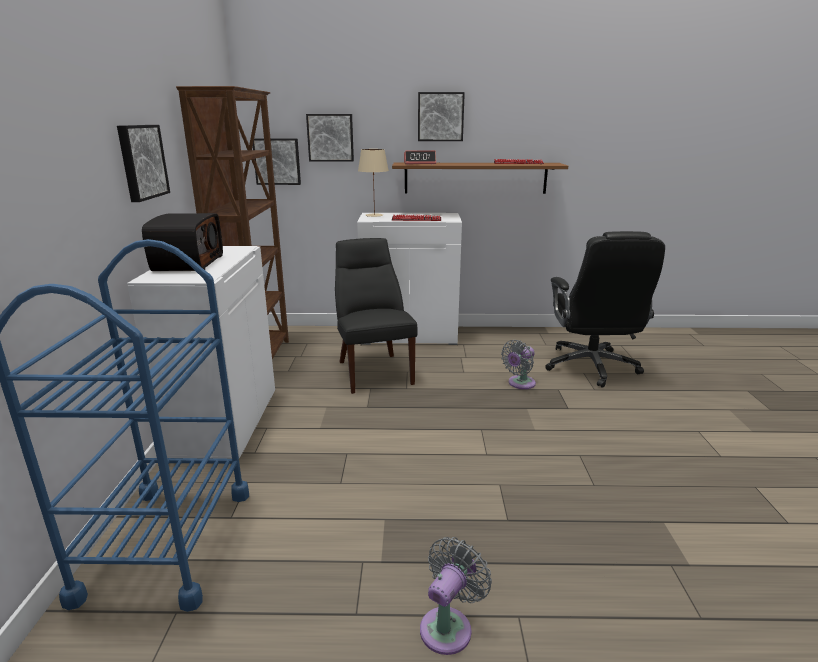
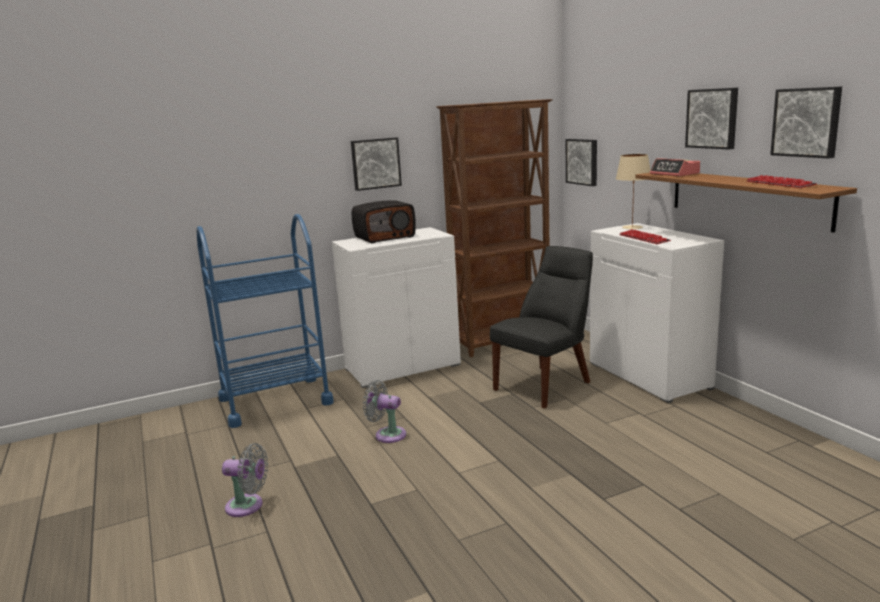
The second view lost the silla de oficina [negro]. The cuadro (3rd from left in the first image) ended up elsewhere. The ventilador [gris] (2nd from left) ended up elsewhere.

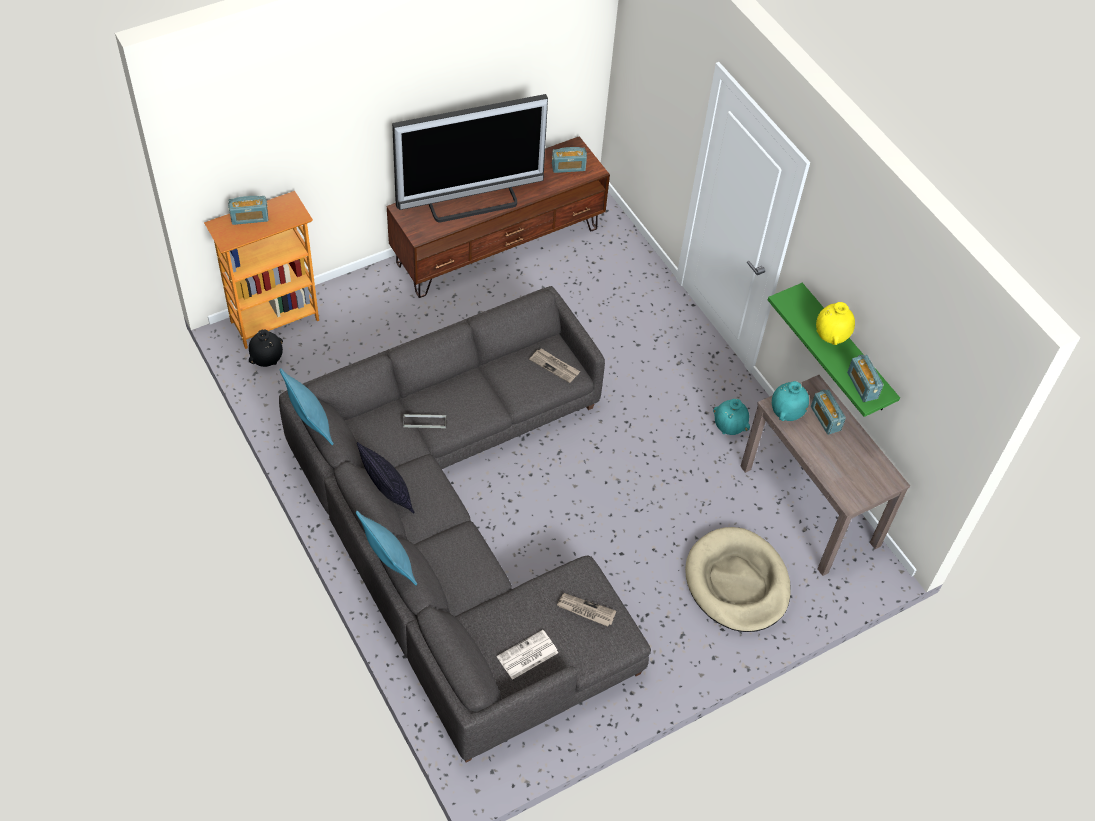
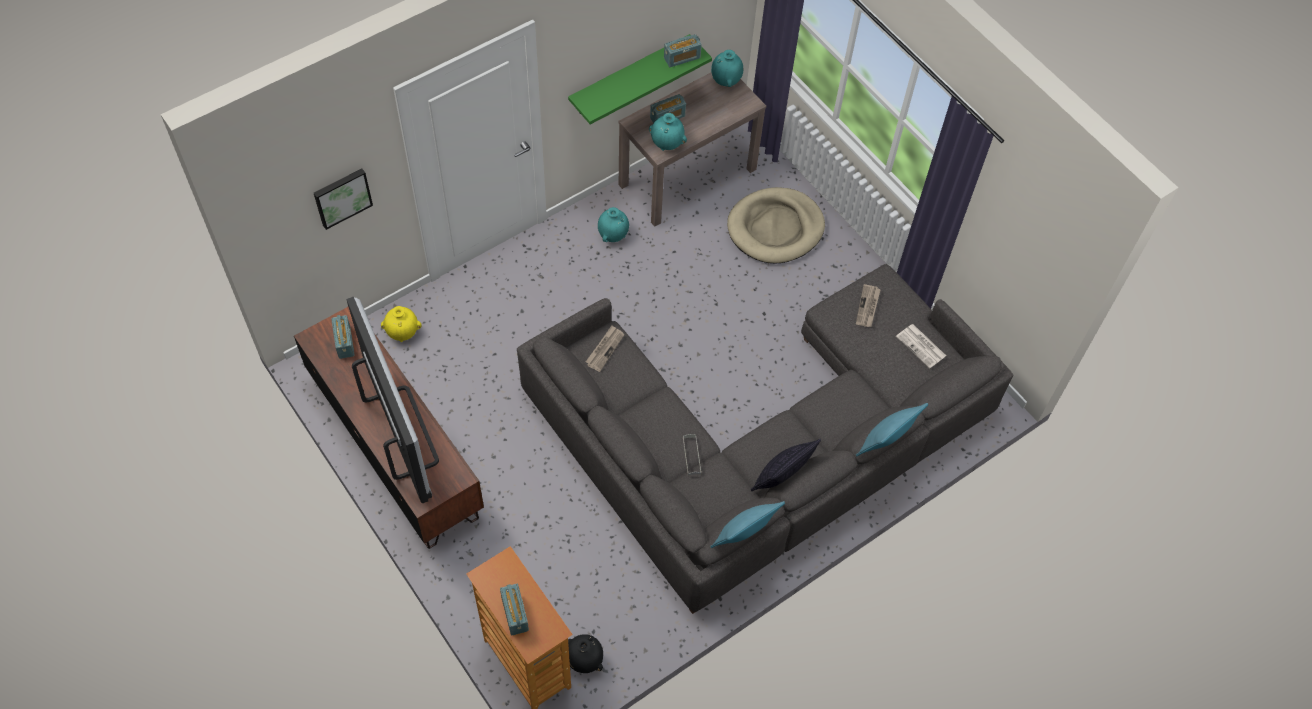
The second view gained the cuadro. The second view gained the florero [turquesa] (3rd from left). The florero [amarillo] ended up elsewhere.

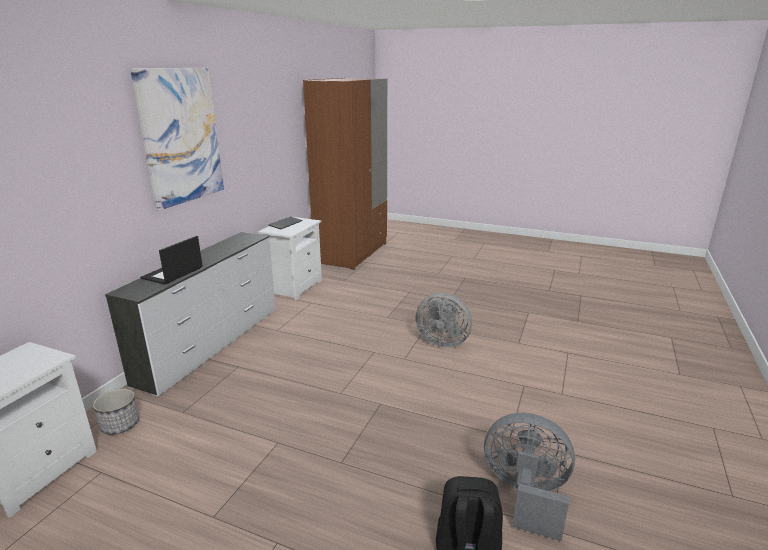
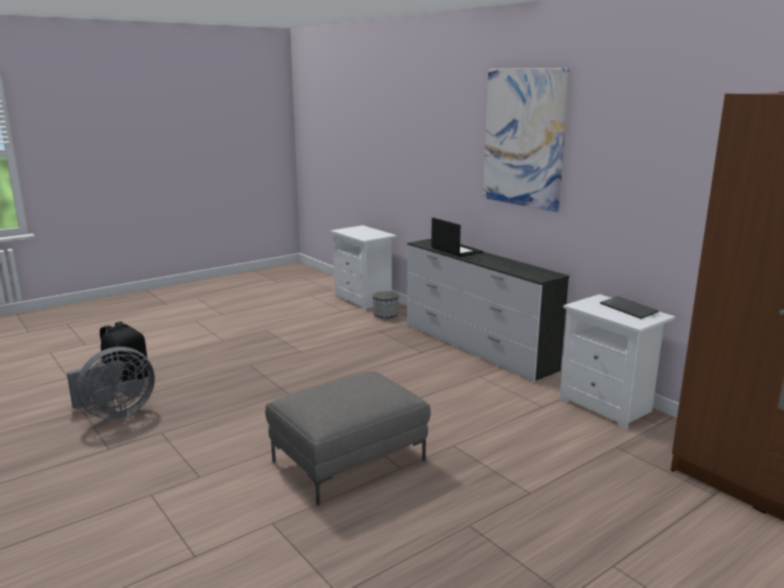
Where the ventilador [gris] (1st from left) stood, the puf [gris] came to stand.

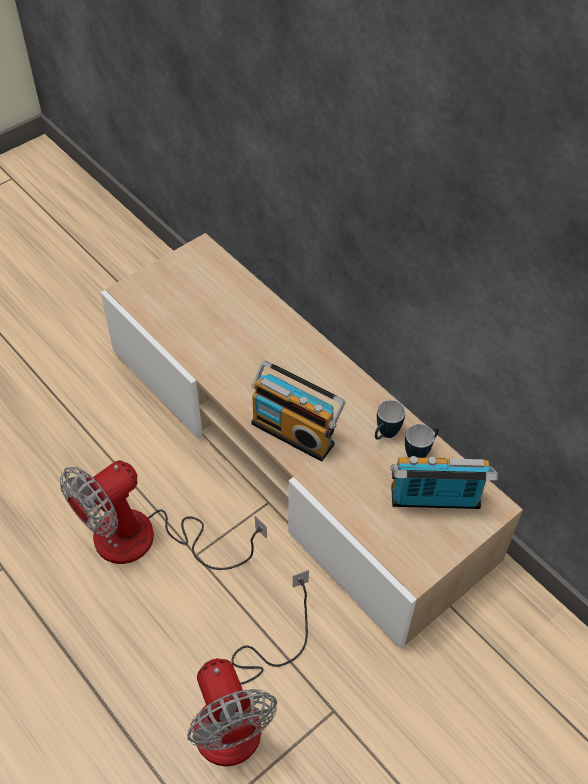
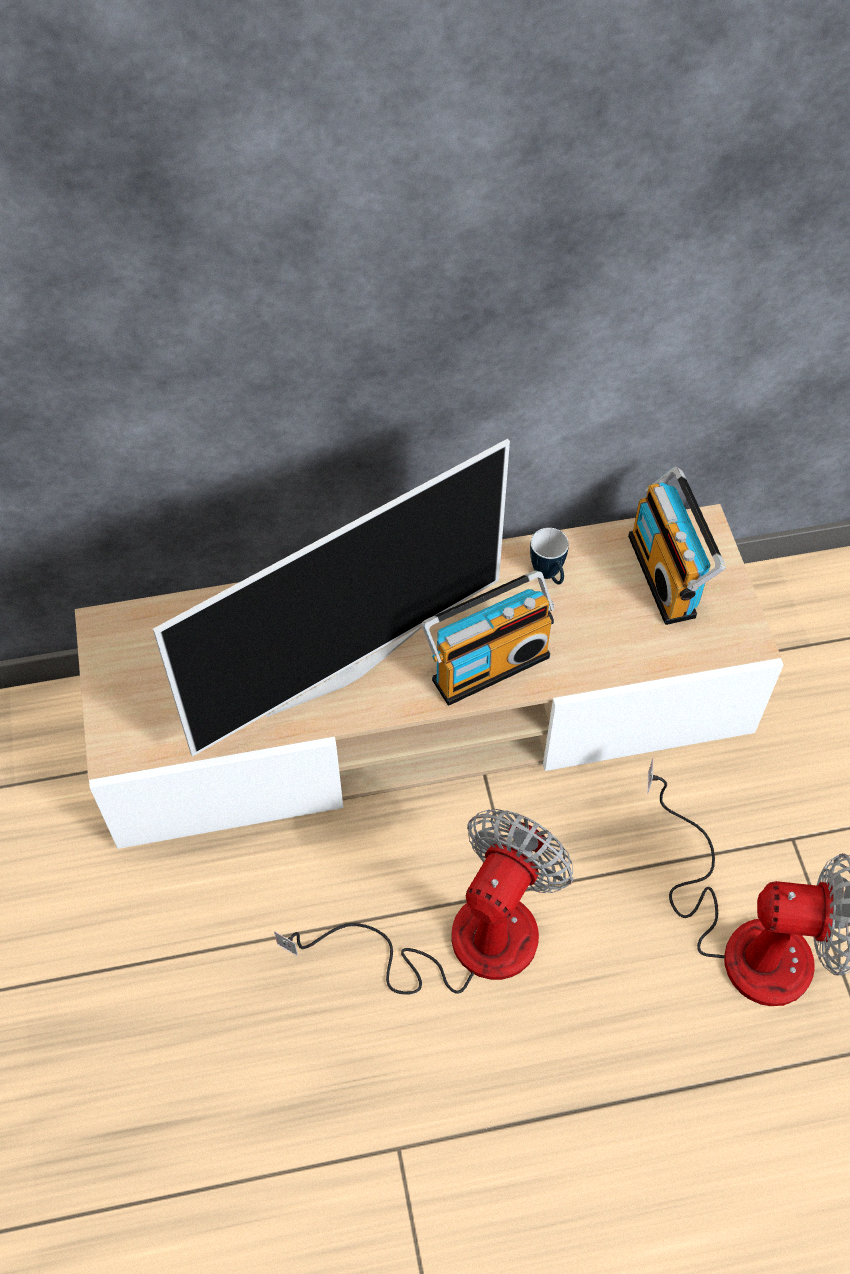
The second view lost the taza grande (2nd from left). The second view gained the televisor. The ventilador (1st from left) ended up facing another way, 135 degrees counterclockwise from before. The radio (2nd from left) ended up facing another way, 45 degrees counterclockwise from before.

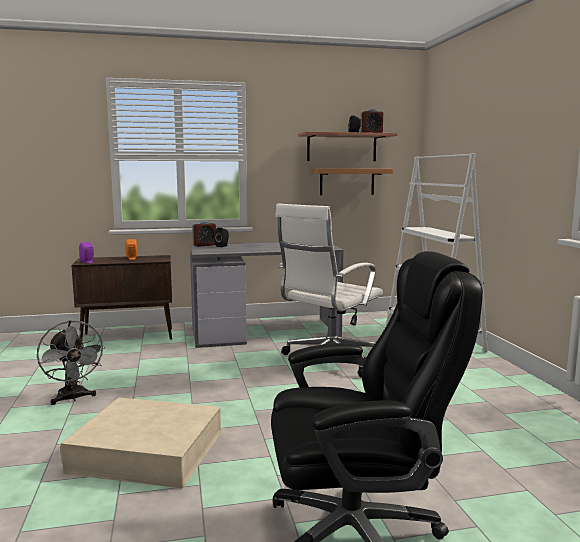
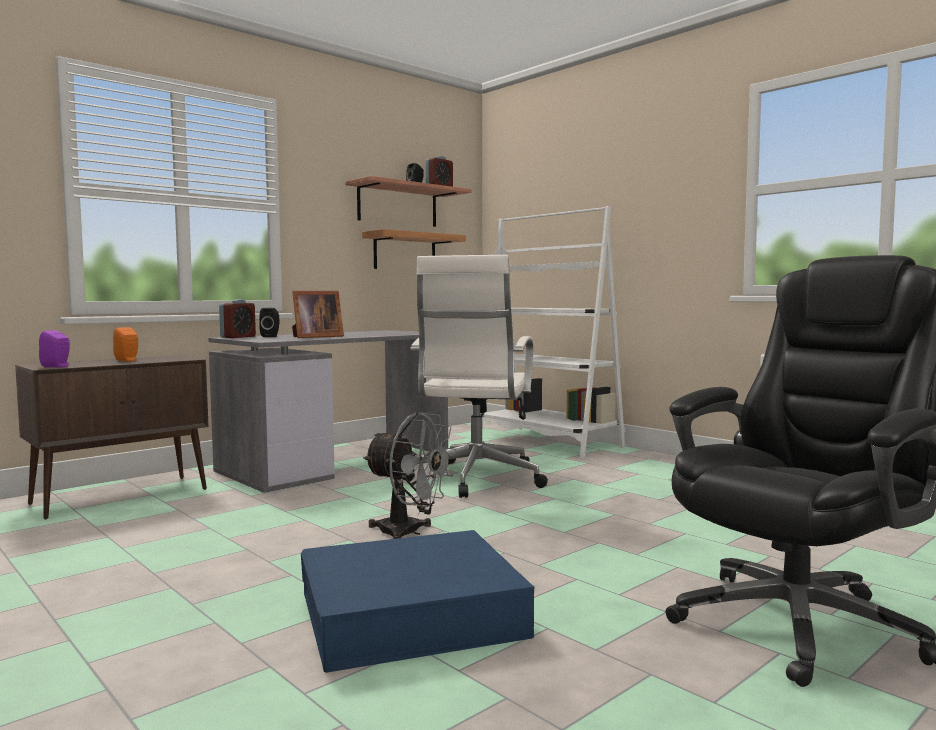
The second view gained the portarretratos. The ventilador [gris] ended up elsewhere. What was the caja de almacenaje [beis] turned into the caja de almacenaje [azul].

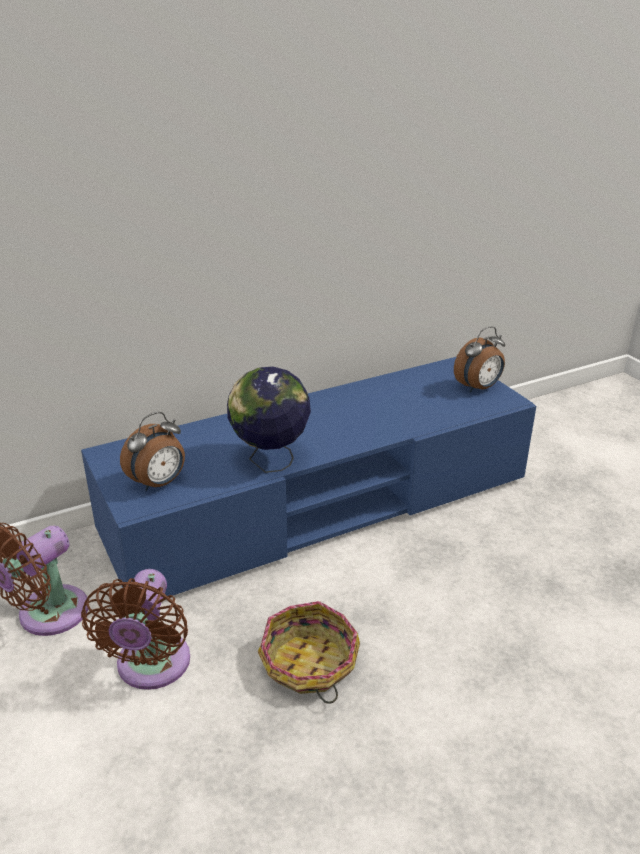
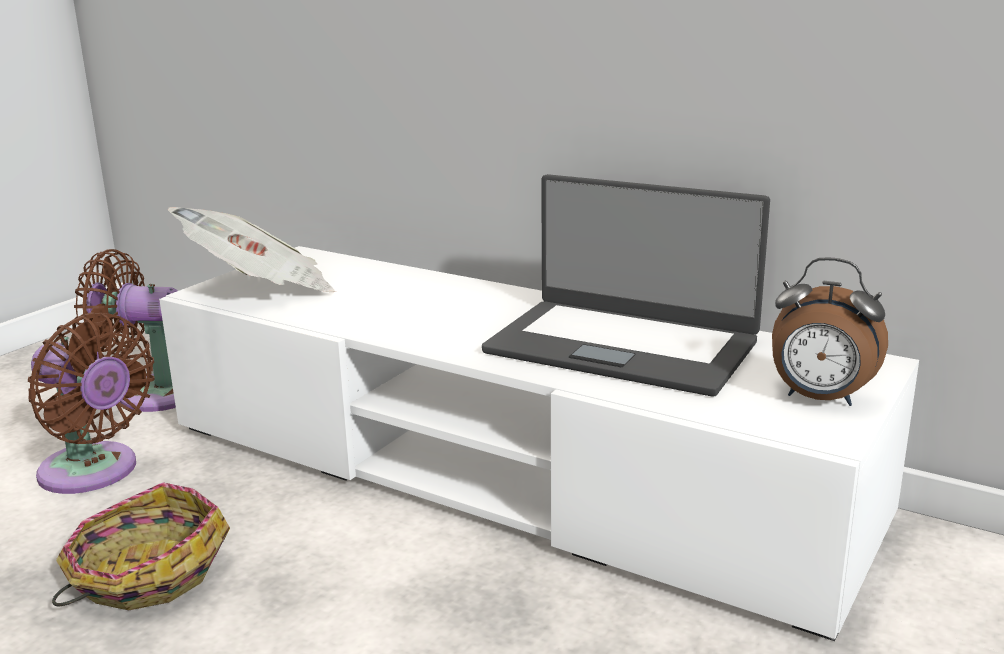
The second view lost the globo terráqueo. The second view gained the portátil. Where the despertador (1st from left) stood, the periódico came to stand. What was the mueble de televisión [azul] turned into the mueble de televisión [blanco]. The ventilador [marrón] (2nd from left in the first image) ended up facing another way, 120 degrees counterclockwise from before.

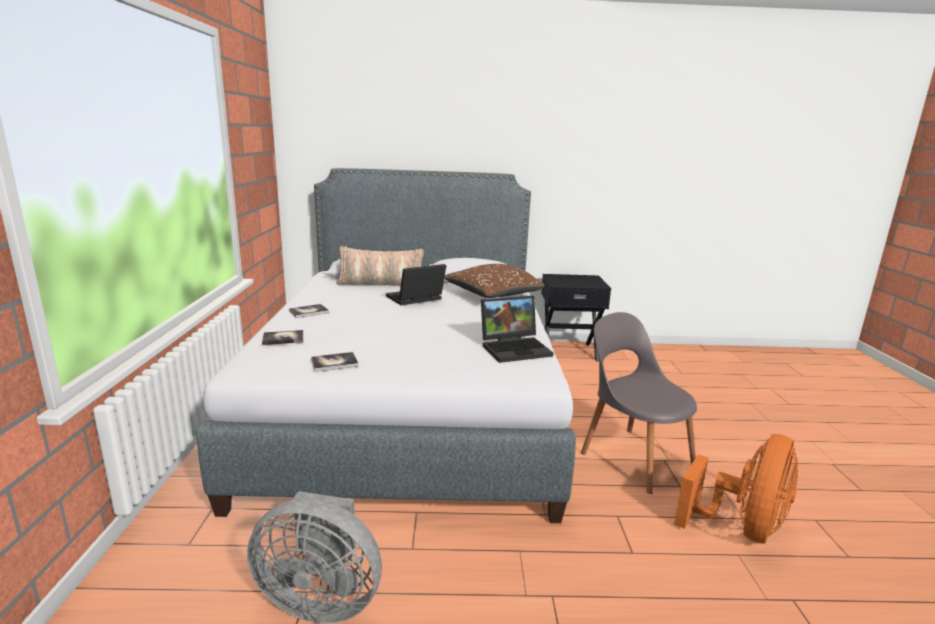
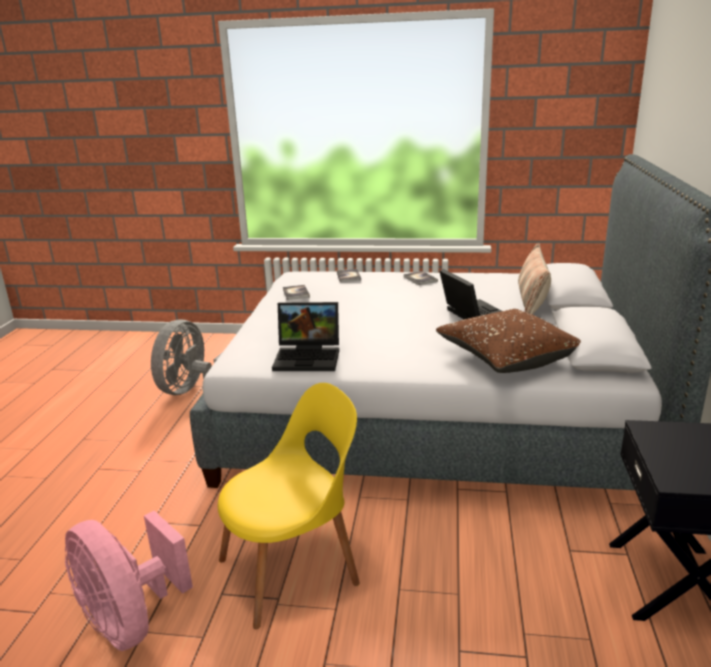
What was the silla [gris] turned into the silla [amarillo]. What was the ventilador [naranja] turned into the ventilador [rosa]. The portátil (2nd from left in the first image) ended up facing another way, 75 degrees counterclockwise from before.

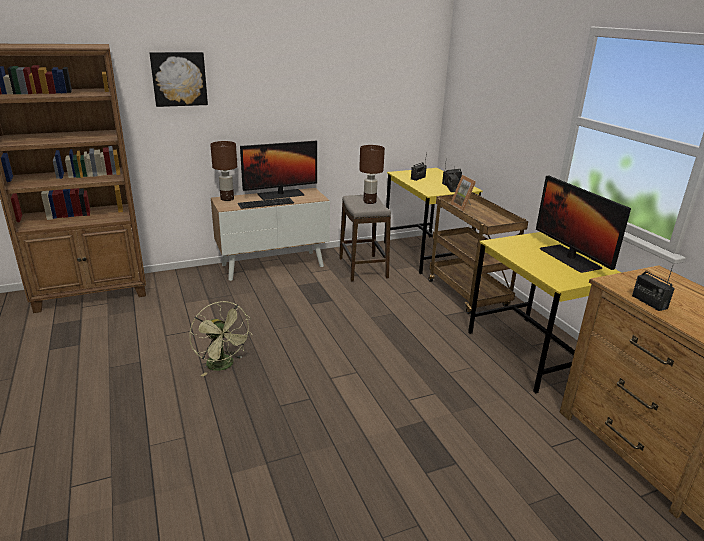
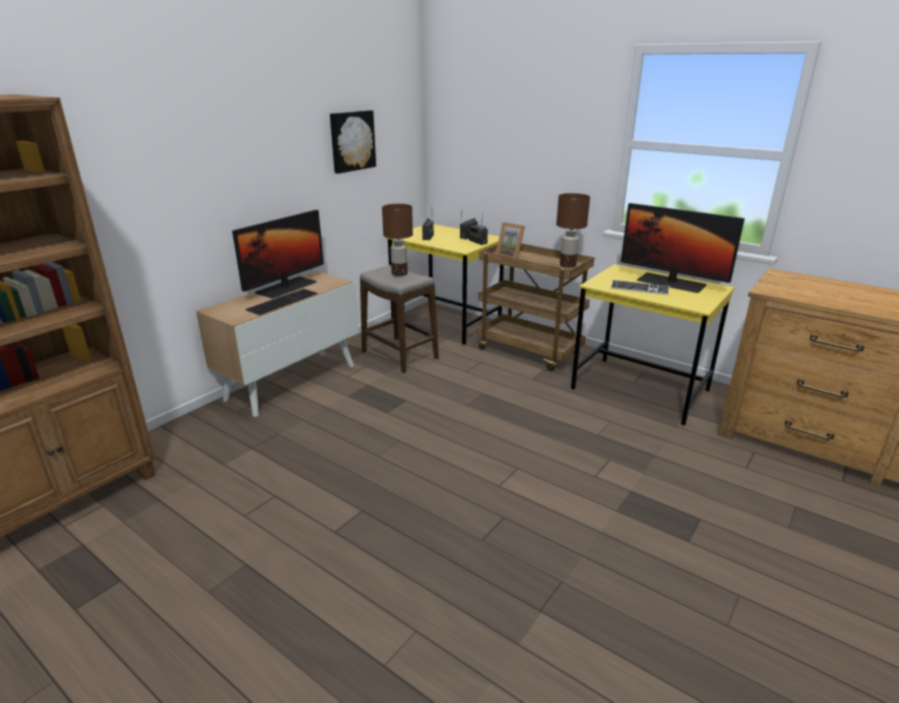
The second view lost the ventilador [verde]. The second view lost the radio (4th from left). The second view gained the teclado (2nd from left). The cuadro ended up elsewhere. The lámpara de mesa [marrón] (1st from left in the first image) ended up elsewhere.

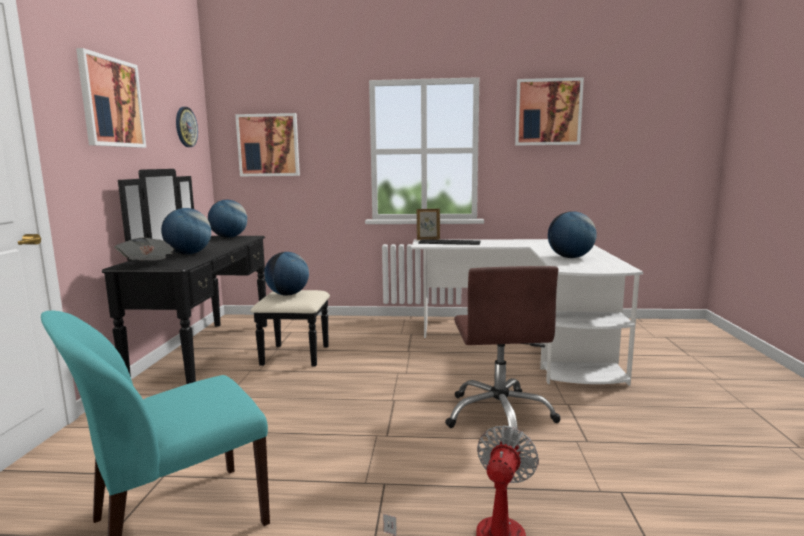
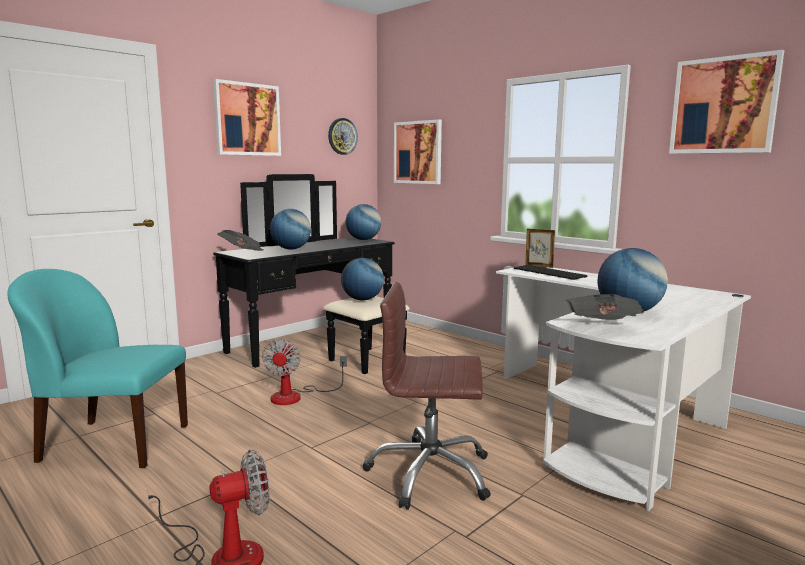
The second view gained the ventilador (2nd from left). The second view gained the periódico (2nd from left). The silla de oficina [marrón] ended up facing another way, 60 degrees clockwise from before.

